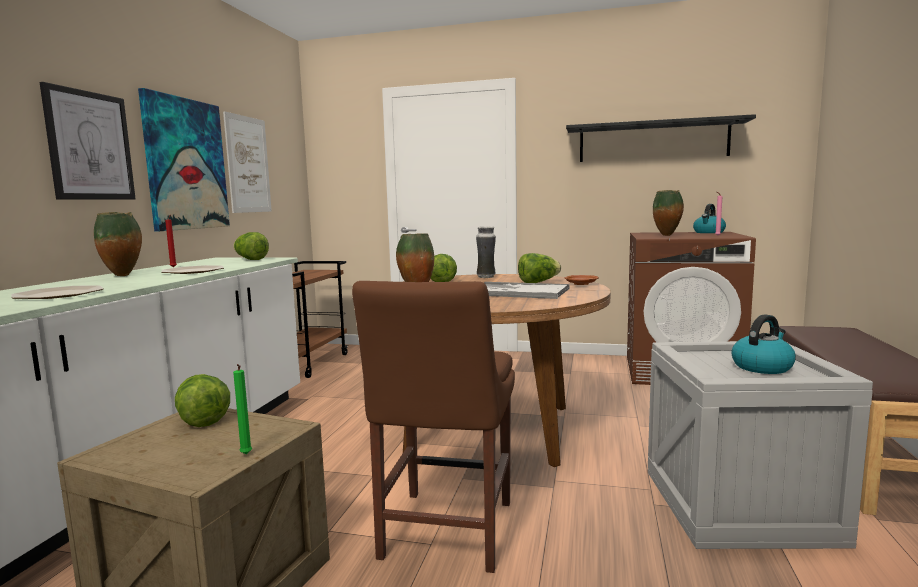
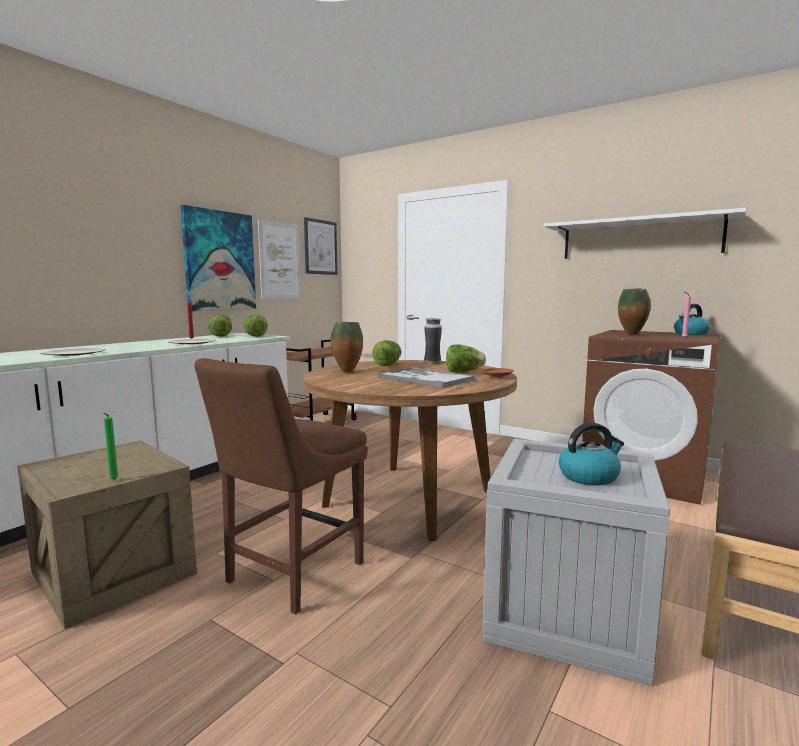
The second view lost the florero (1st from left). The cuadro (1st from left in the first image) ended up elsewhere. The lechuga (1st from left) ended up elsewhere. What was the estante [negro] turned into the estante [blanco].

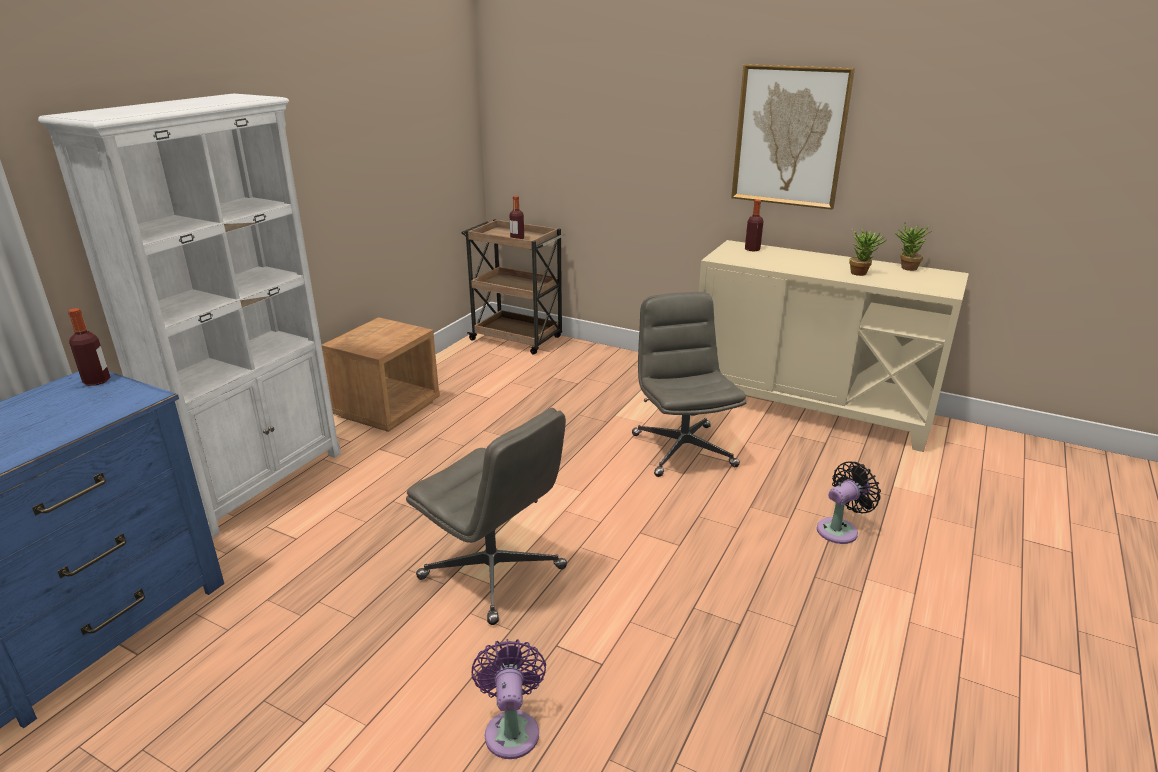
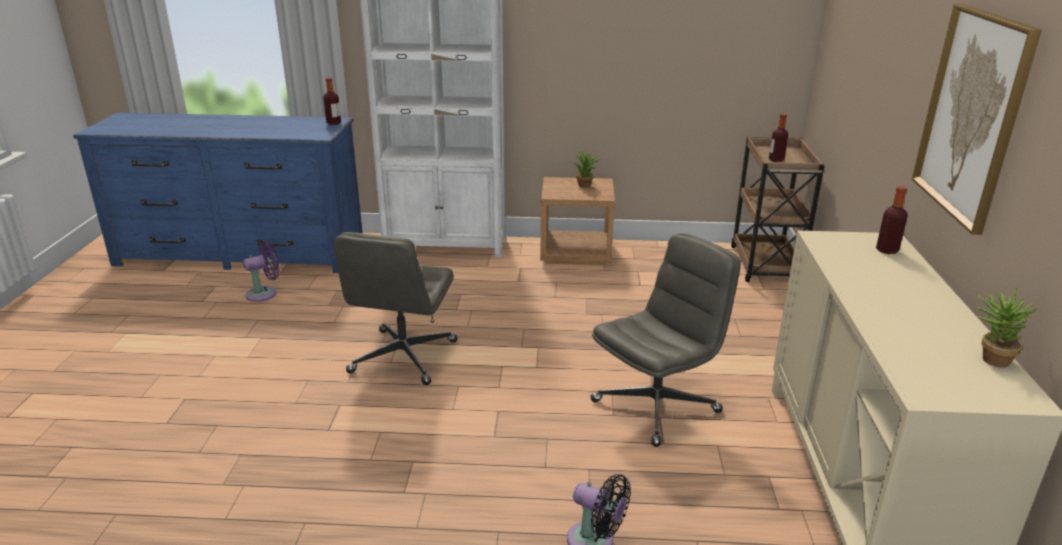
The ventilador [morado] ended up elsewhere. The planta en maceta (1st from left) ended up elsewhere.

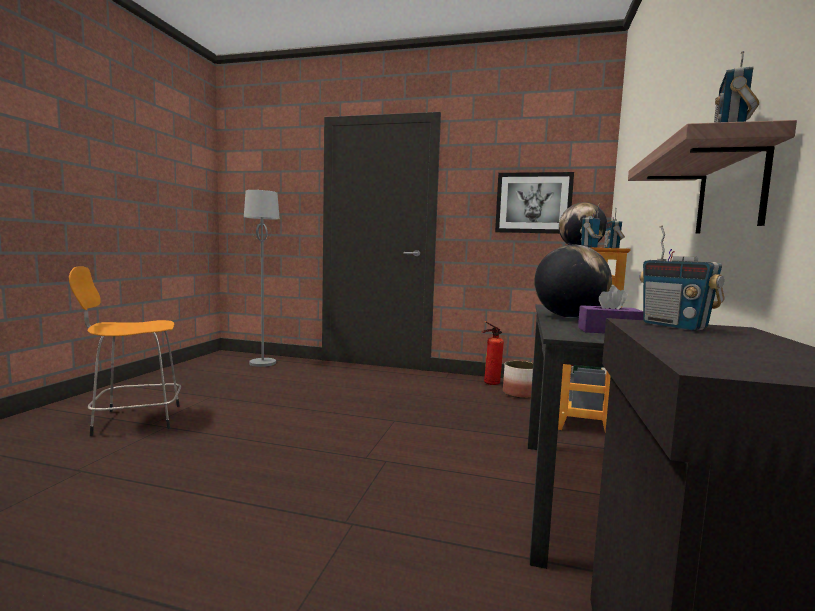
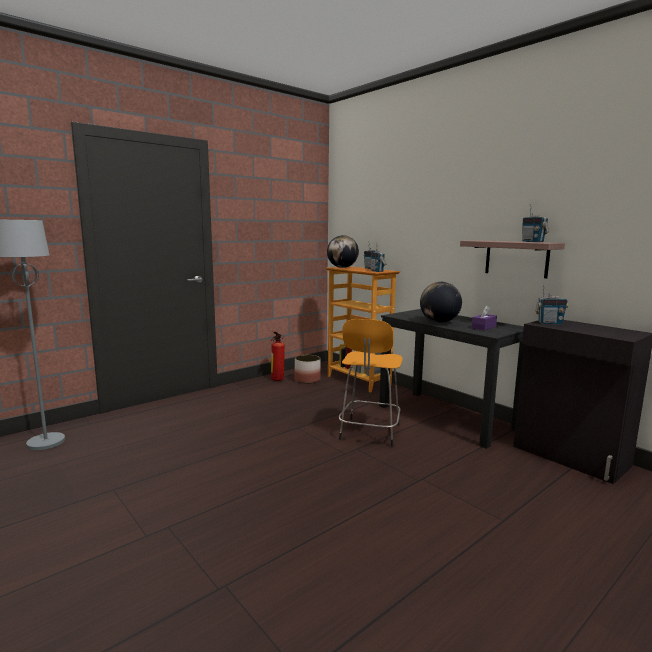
The second view lost the cuadro. The taburete [naranja] ended up elsewhere.

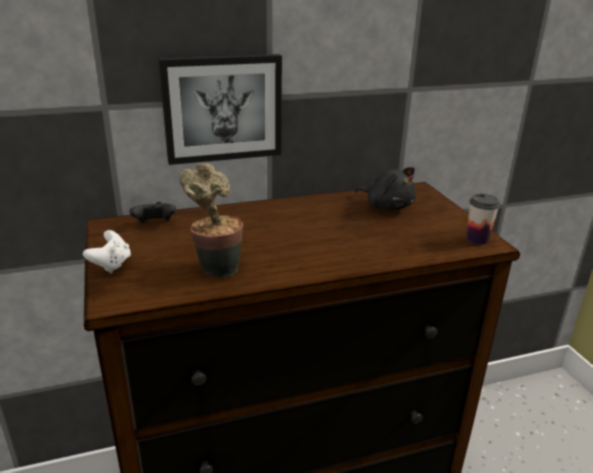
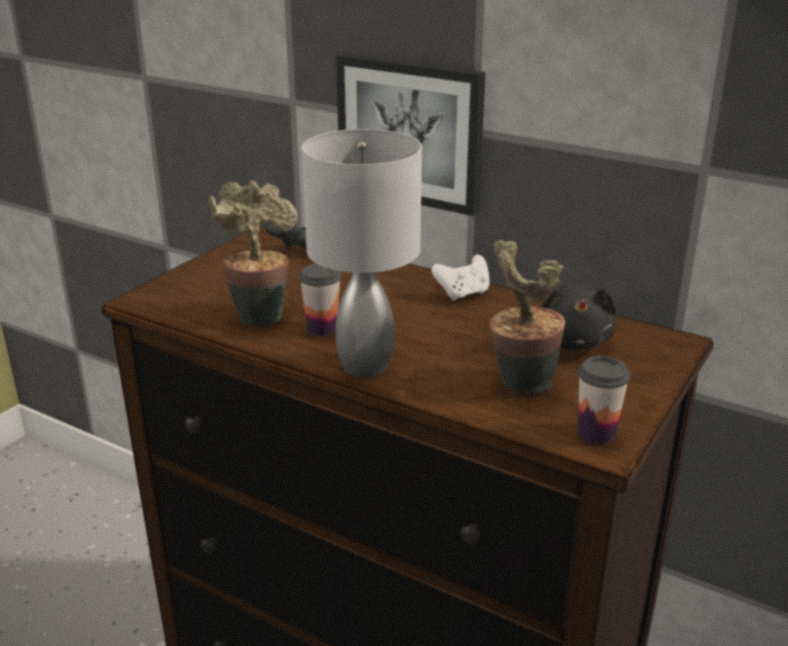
The second view gained the taza (1st from left). The second view gained the lámpara de mesa [gris]. The second view gained the planta en maceta (2nd from left). The mando de consola [blanco] ended up elsewhere.

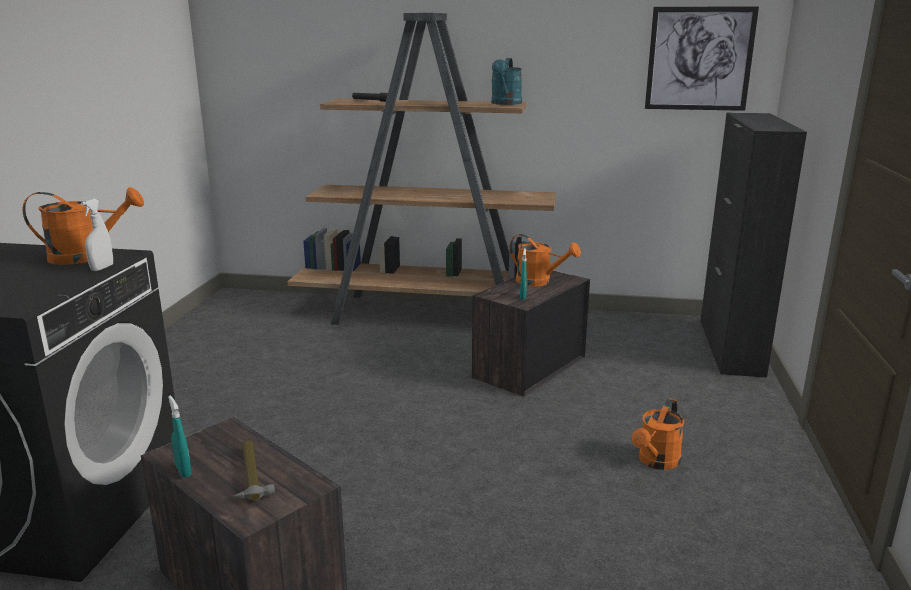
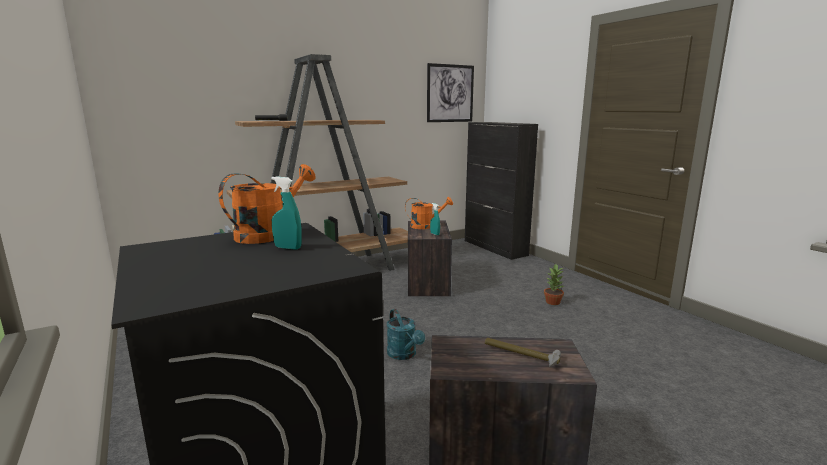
The second view lost the pulverizador [blanco]. The pulverizador [turquesa] (1st from left) ended up elsewhere. The regadera [turquesa] ended up elsewhere. Where the regadera [naranja] (3rd from left) stood, the planta en maceta came to stand.

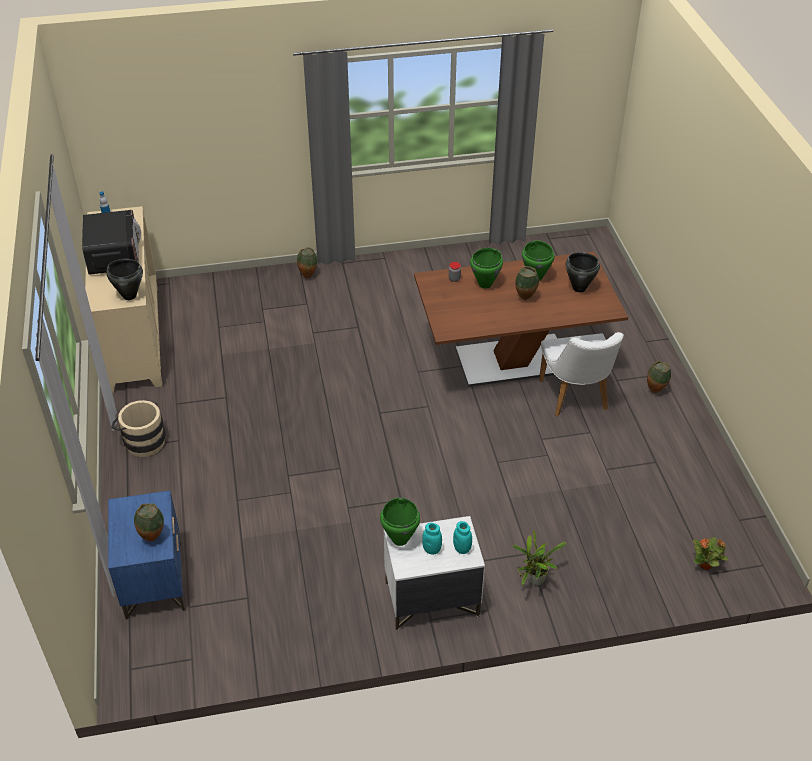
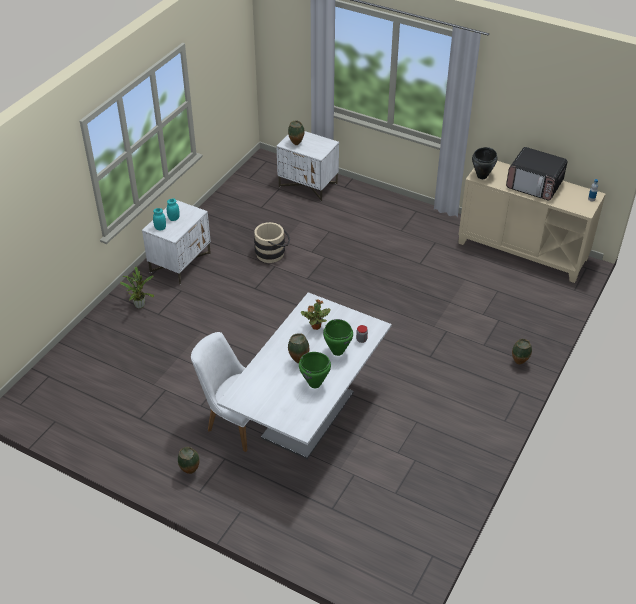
The second view lost the olla [verde] (1st from left). The second view lost the olla [negro] (2nd from left). The cubo [beis] ended up elsewhere. The planta en maceta (2nd from left) ended up elsewhere. What was the mesita de noche [azul] turned into the mesita de noche [blanco] (2nd from left). What was the mesa de comedor [marrón] turned into the mesa de comedor [blanco].

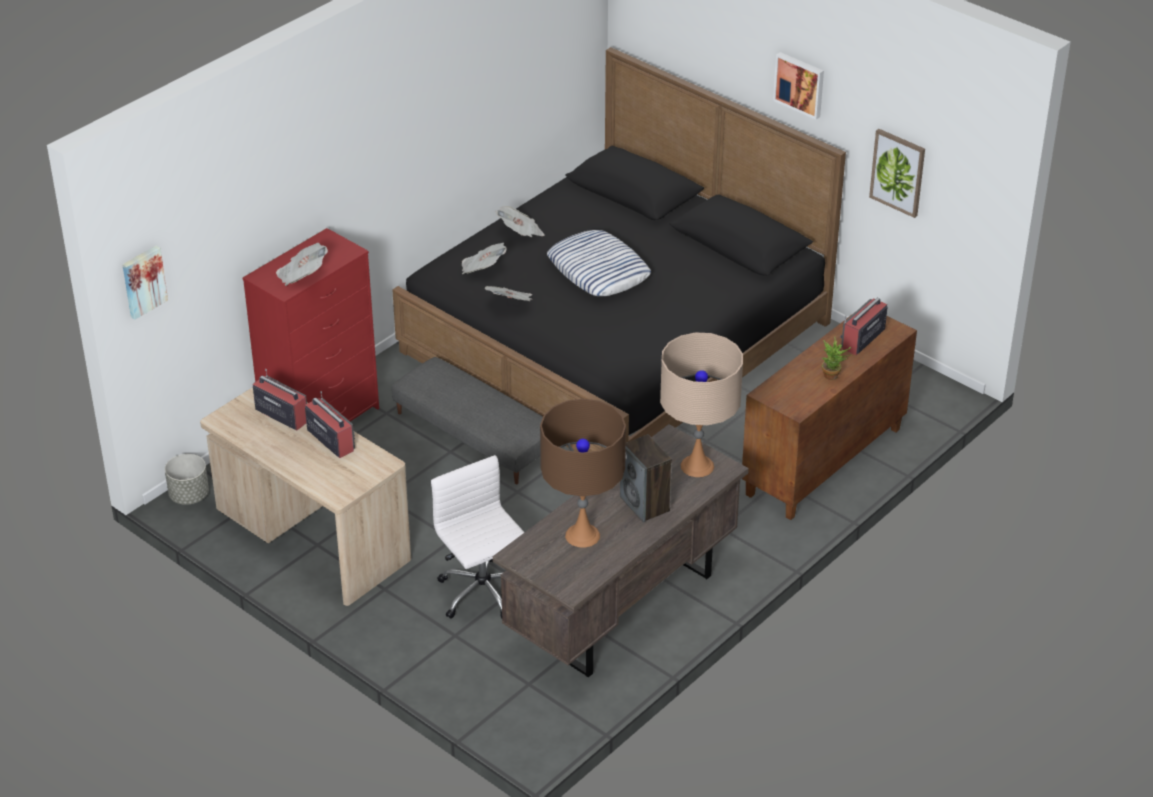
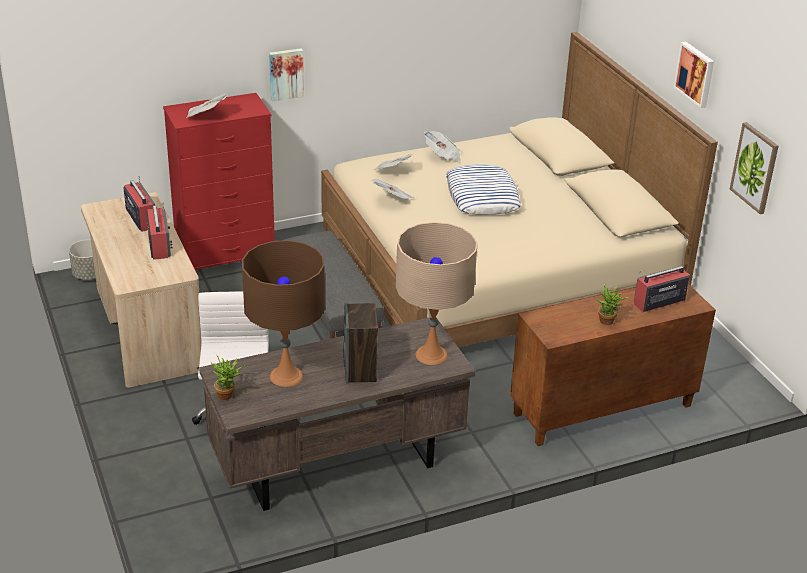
The second view gained the planta en maceta (1st from left). The cuadro (1st from left) ended up elsewhere. What was the cama [negro] turned into the cama [beis].

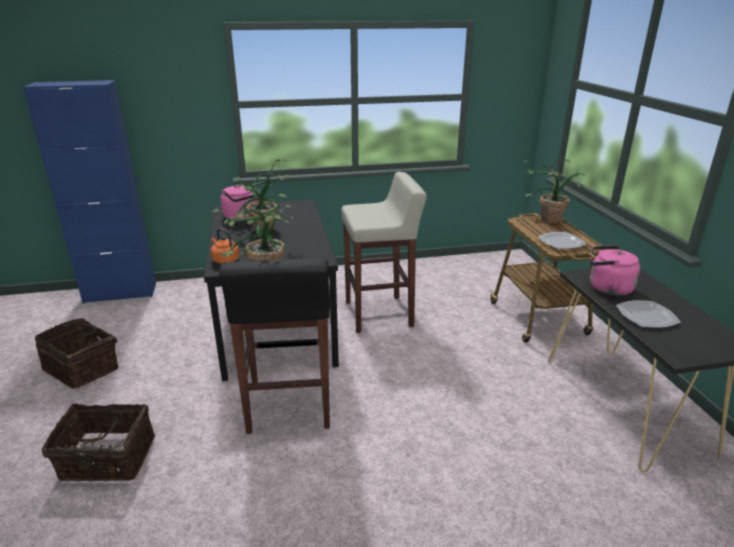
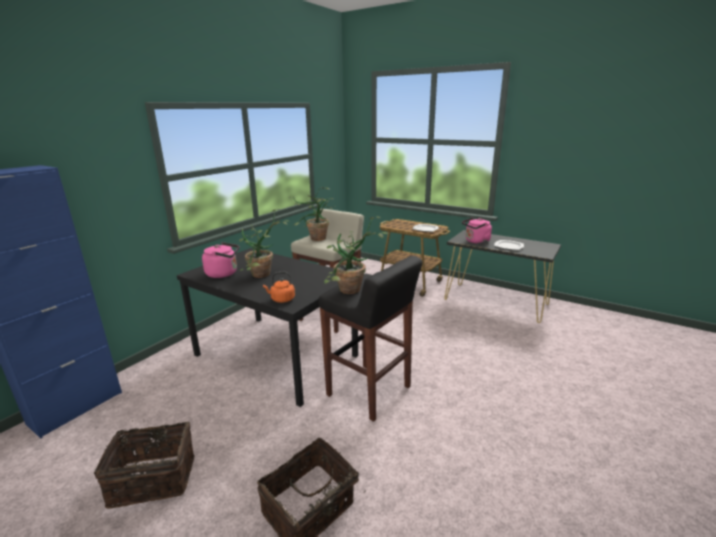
The planta en maceta (3rd from left in the first image) ended up elsewhere.

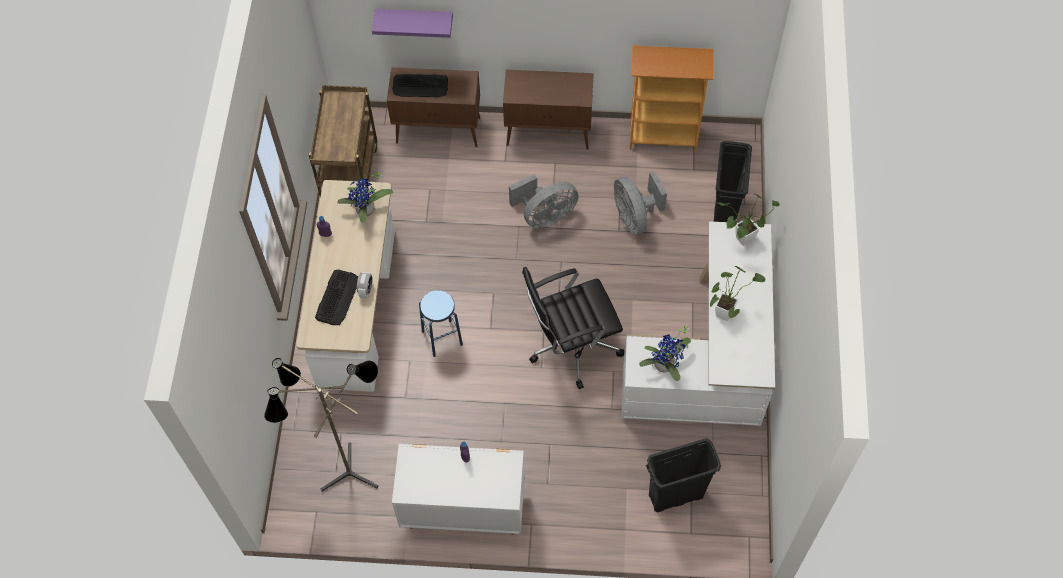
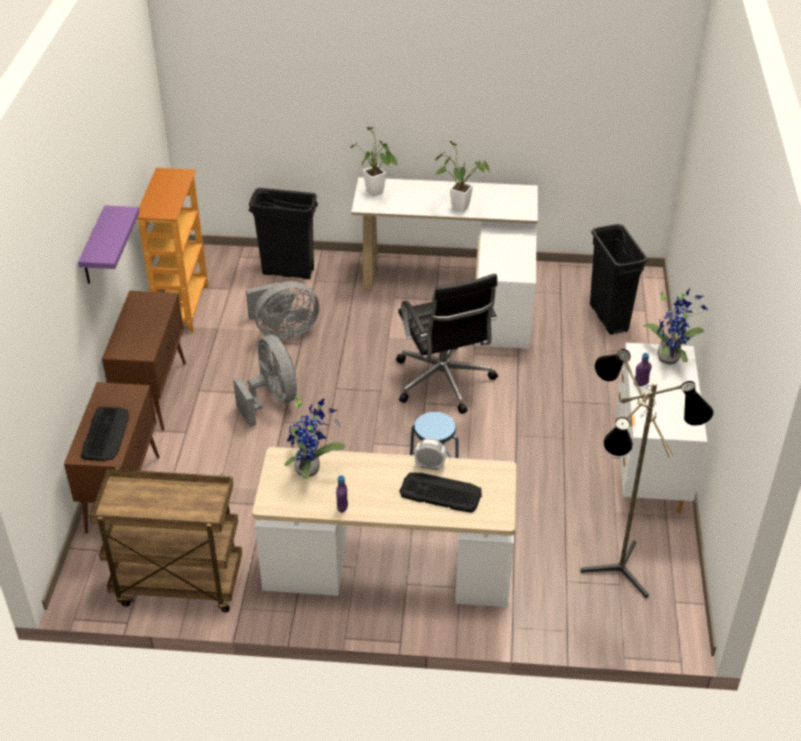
The estante [morado] ended up elsewhere. The planta en maceta (2nd from left in the first image) ended up elsewhere.

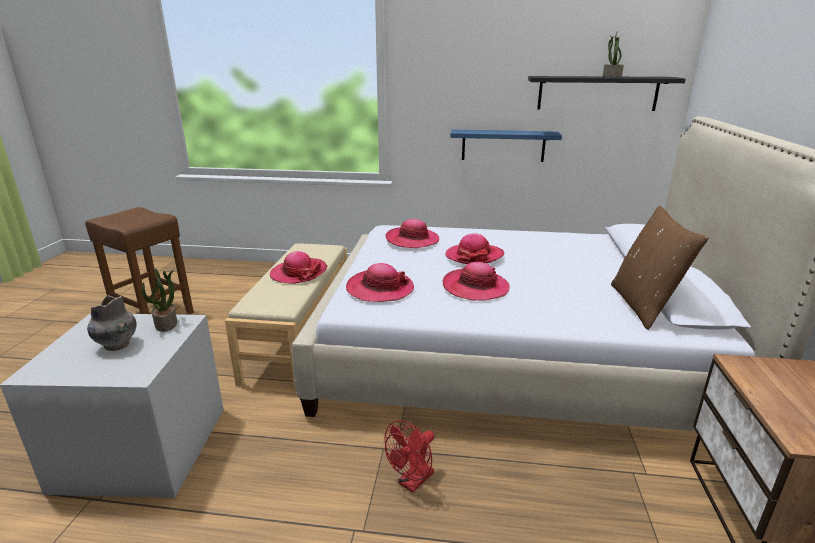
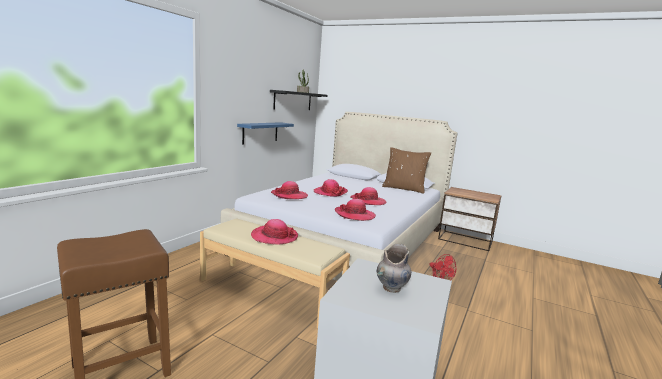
The second view lost the planta en maceta (1st from left).

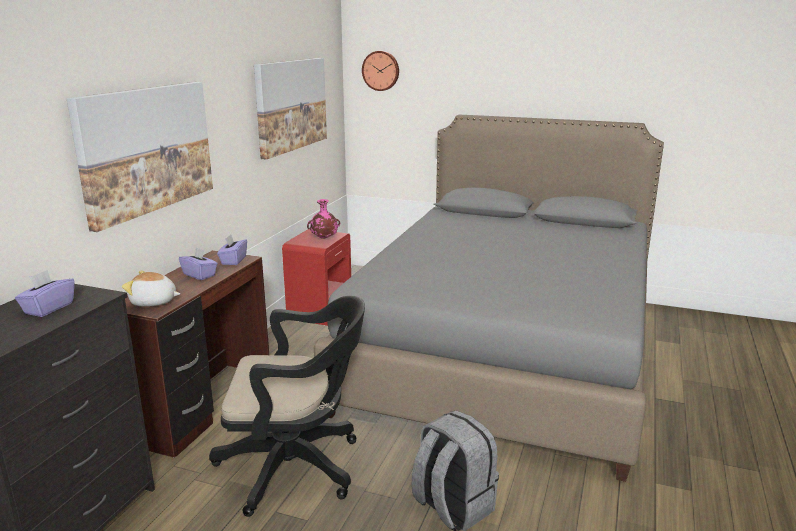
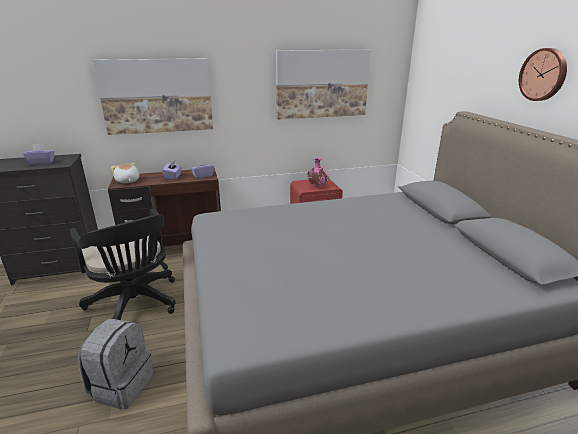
The reloj de pared ended up elsewhere.

